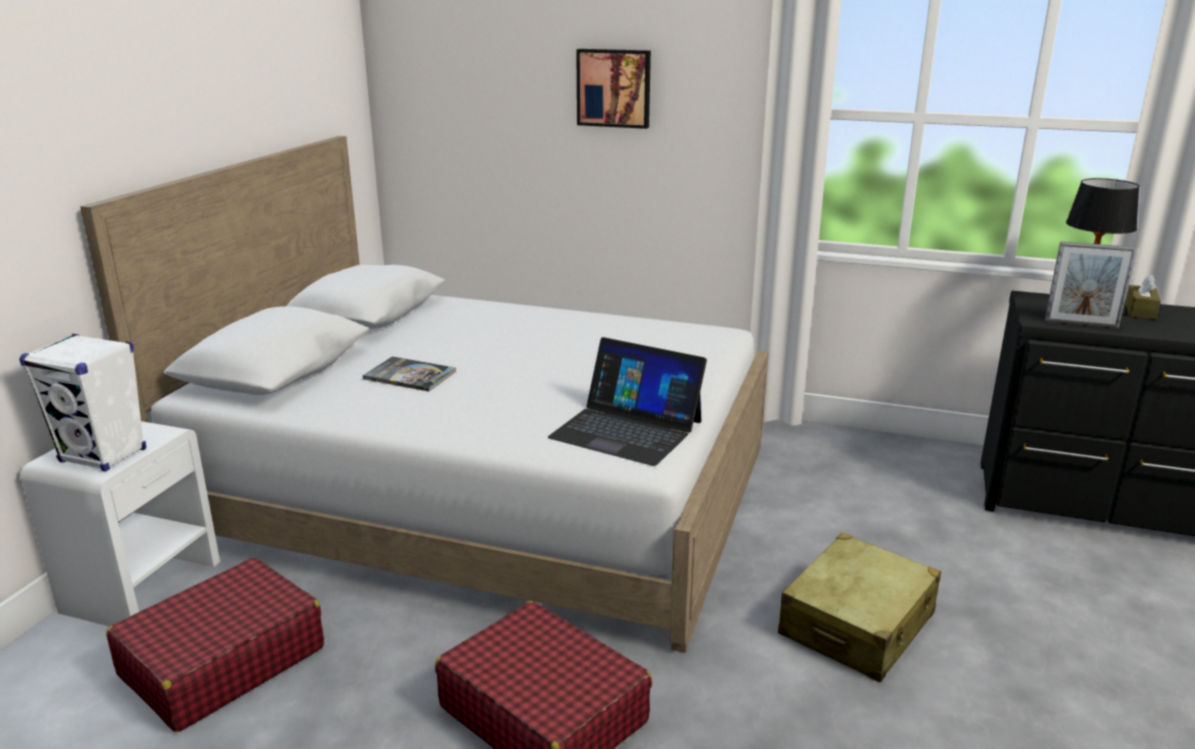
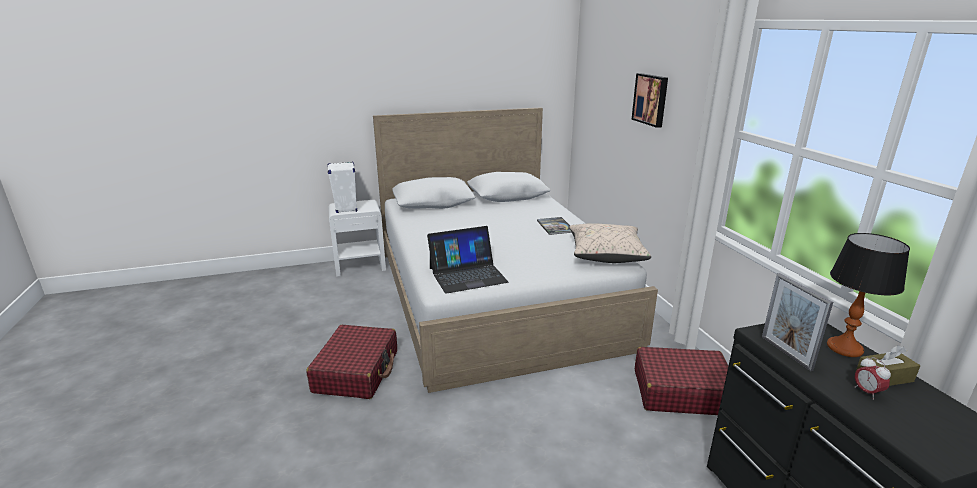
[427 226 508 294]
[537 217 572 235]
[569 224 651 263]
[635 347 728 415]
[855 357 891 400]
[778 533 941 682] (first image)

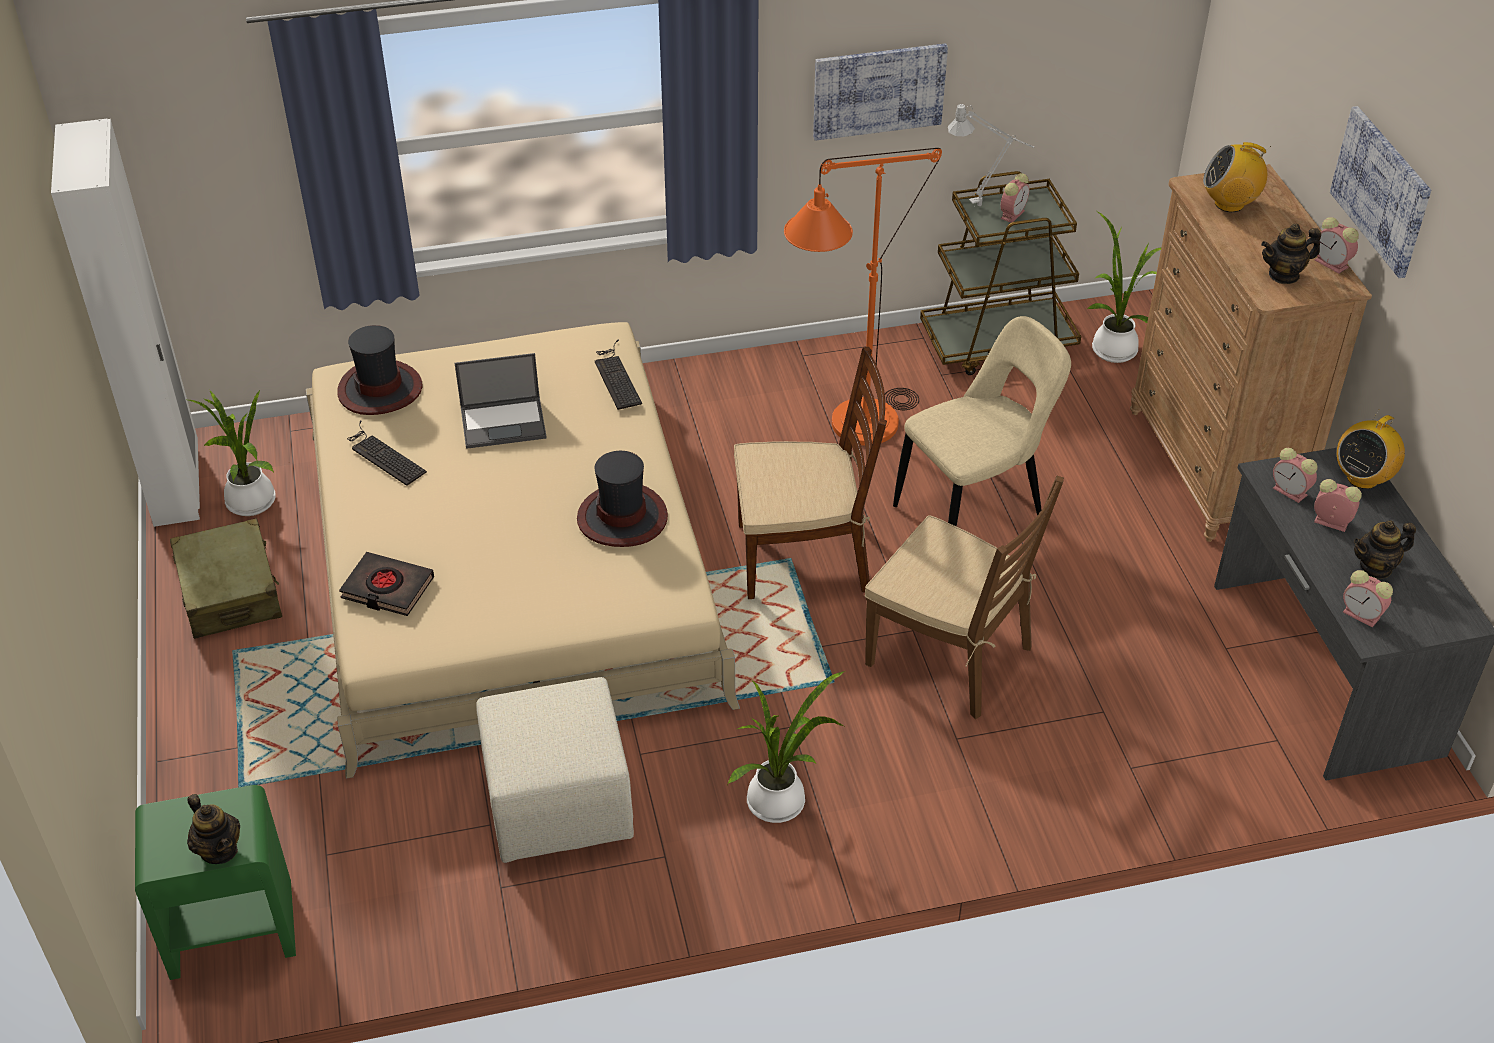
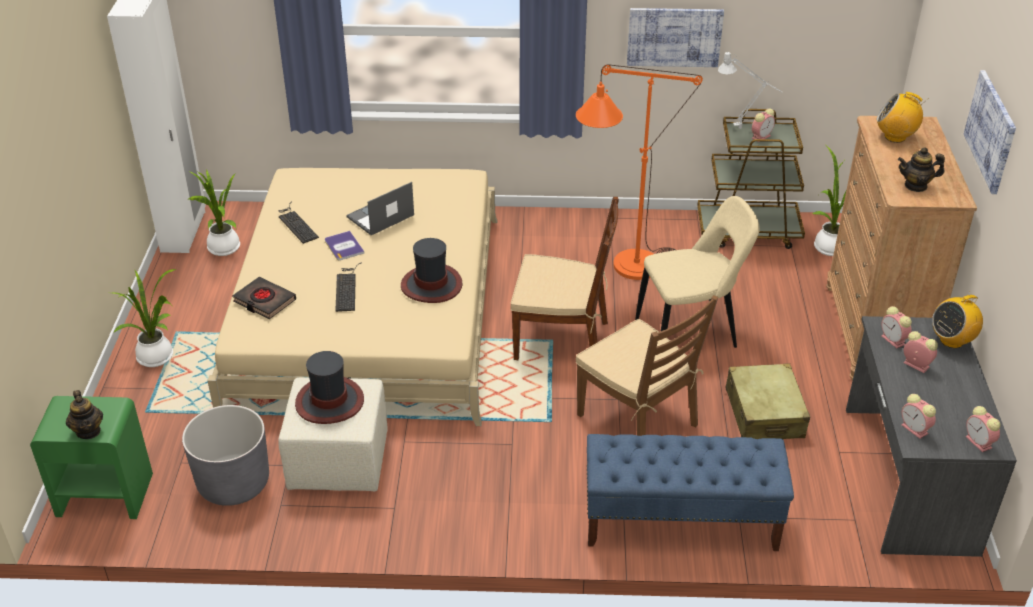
[112 269 176 367]
[182 405 269 506]
[295 351 364 424]
[325 231 364 260]
[335 262 362 312]
[346 182 414 235]
[587 434 794 551]
[725 363 810 439]
[965 406 1001 452]
[1354 520 1416 579] (first image)

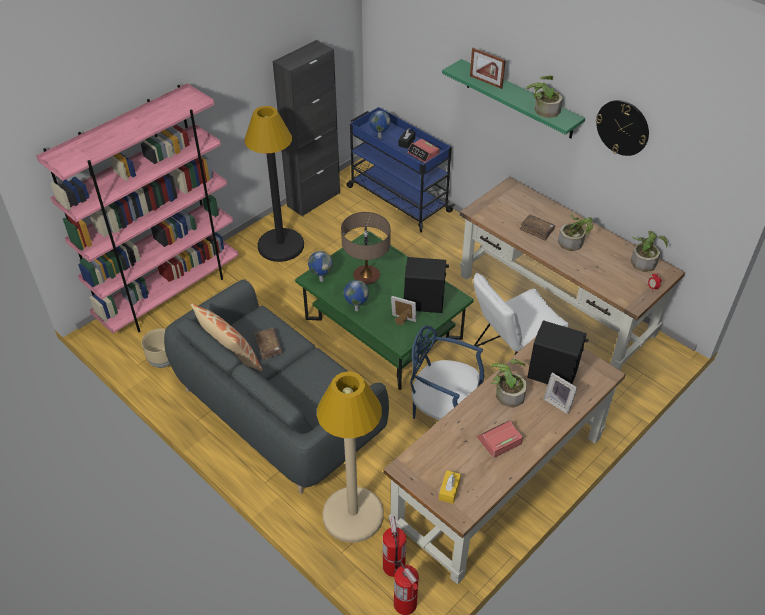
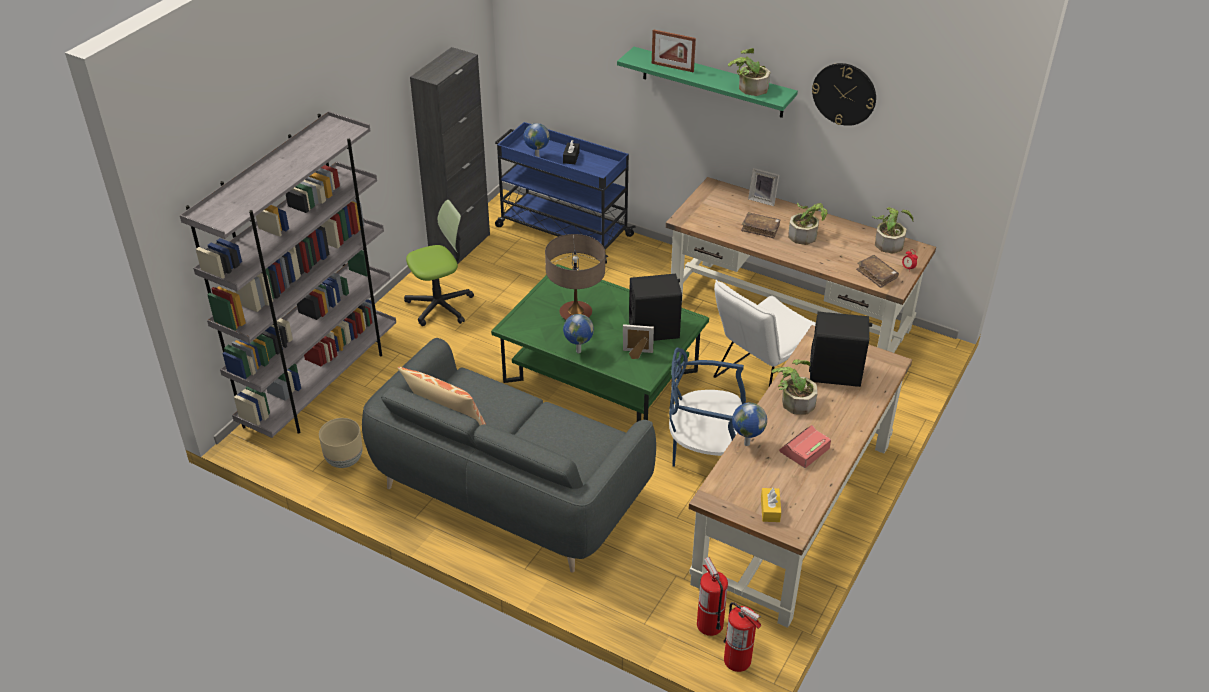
[180 111 396 438]
[404 200 474 326]
[732 403 767 446]
[748 168 779 206]
[856 255 899 288]
[317 372 384 543] (first image)
[407 139 440 163] (first image)

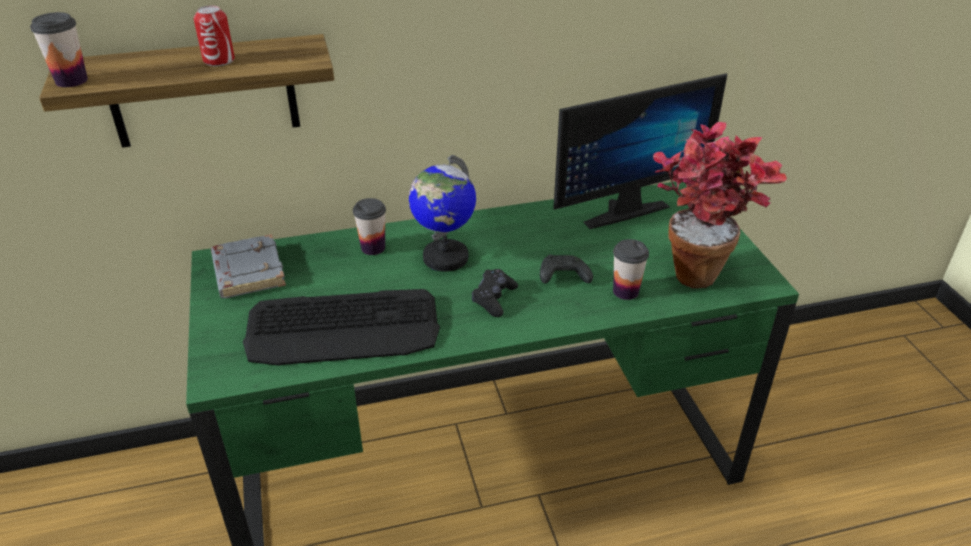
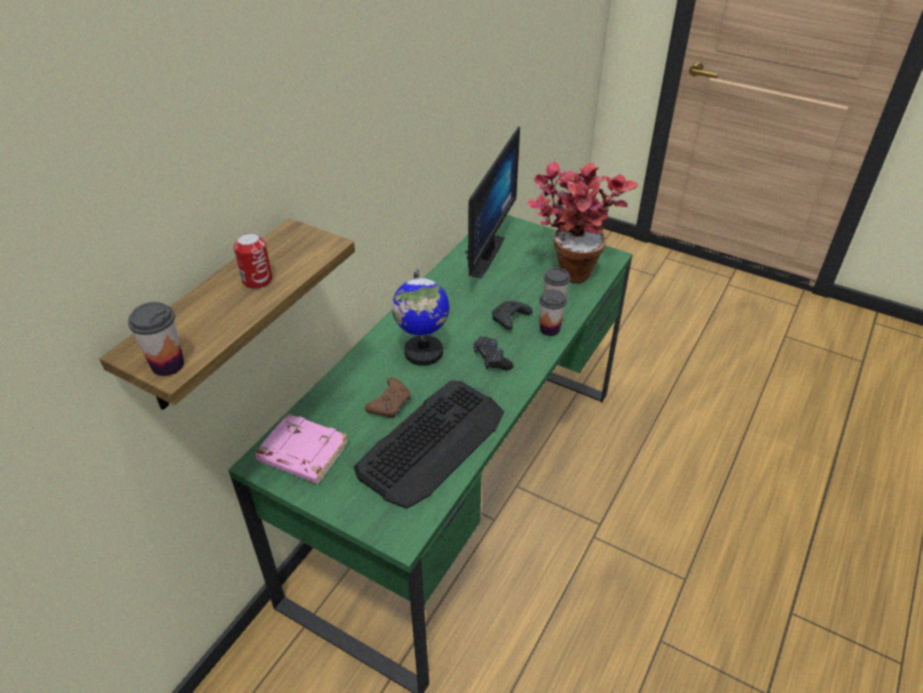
[255 413 349 484]
[365 378 411 418]
[539 289 567 336]

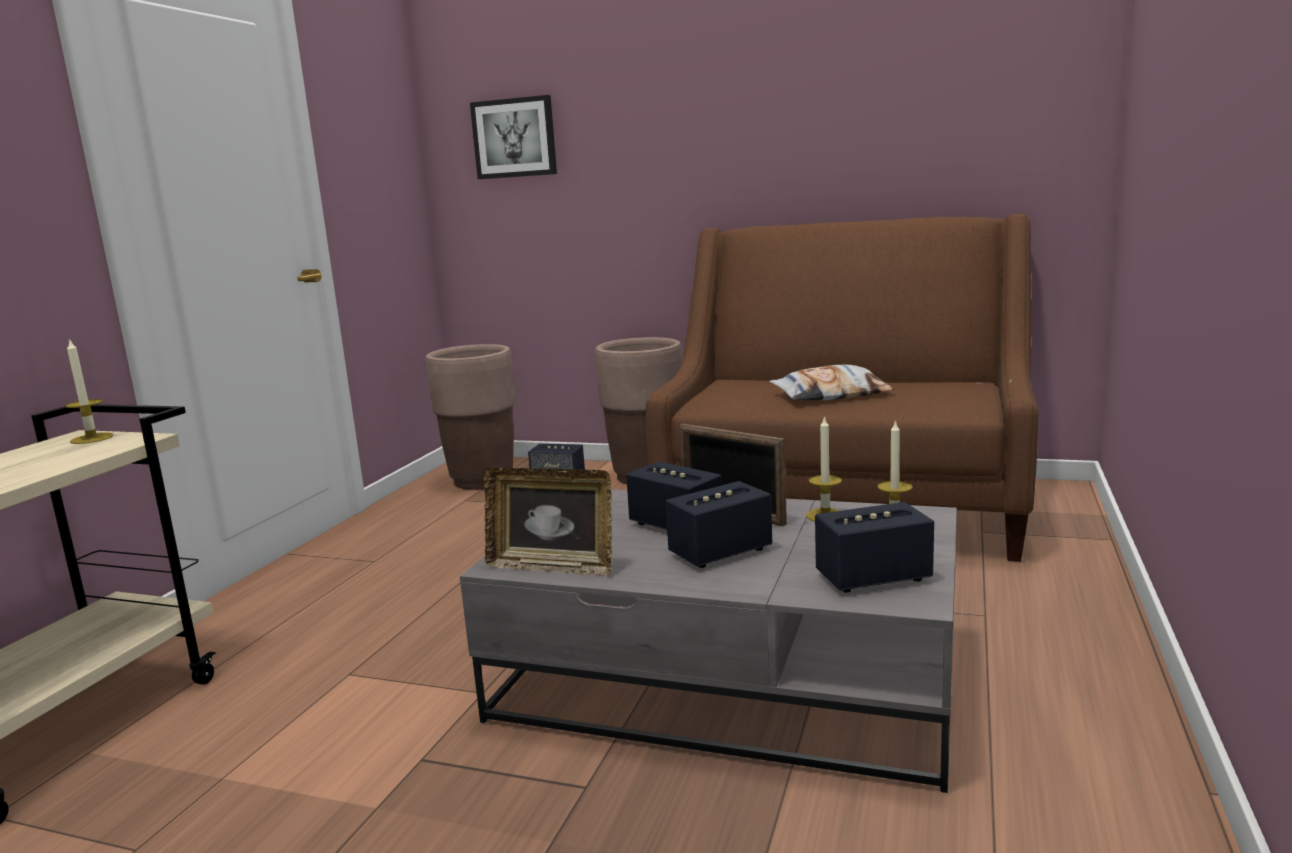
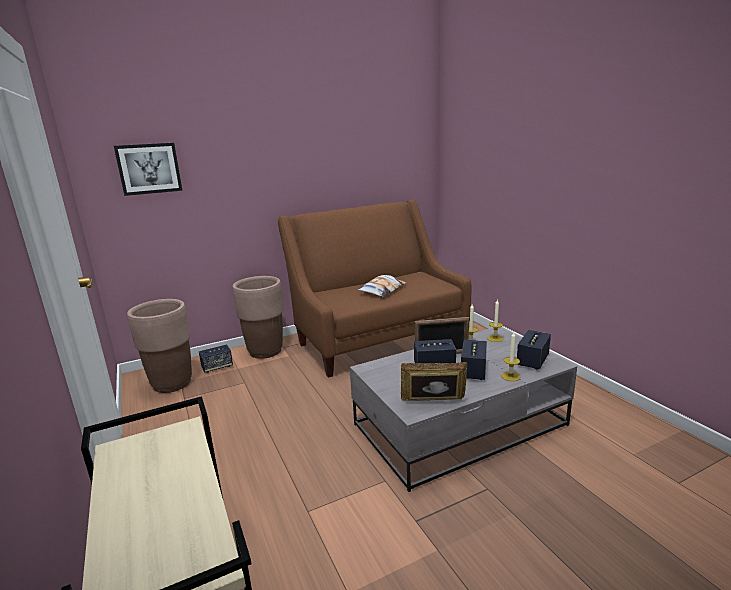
[401 362 467 401]
[501 332 520 381]

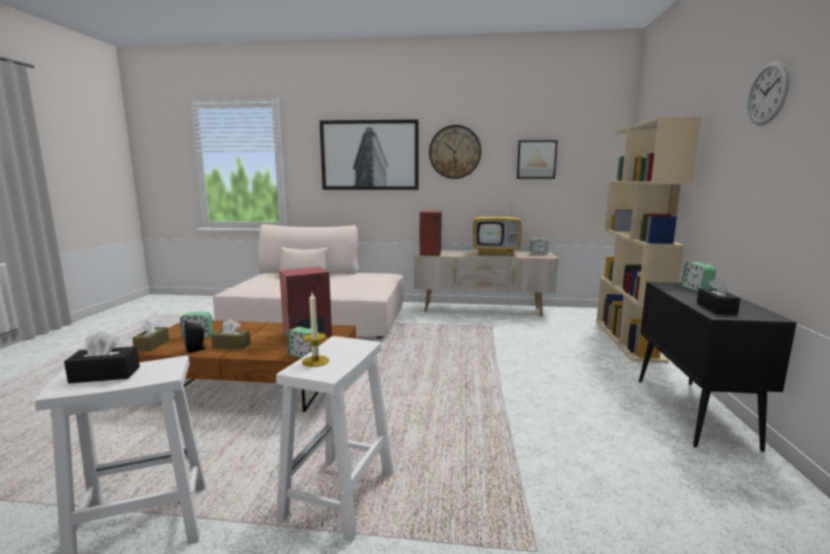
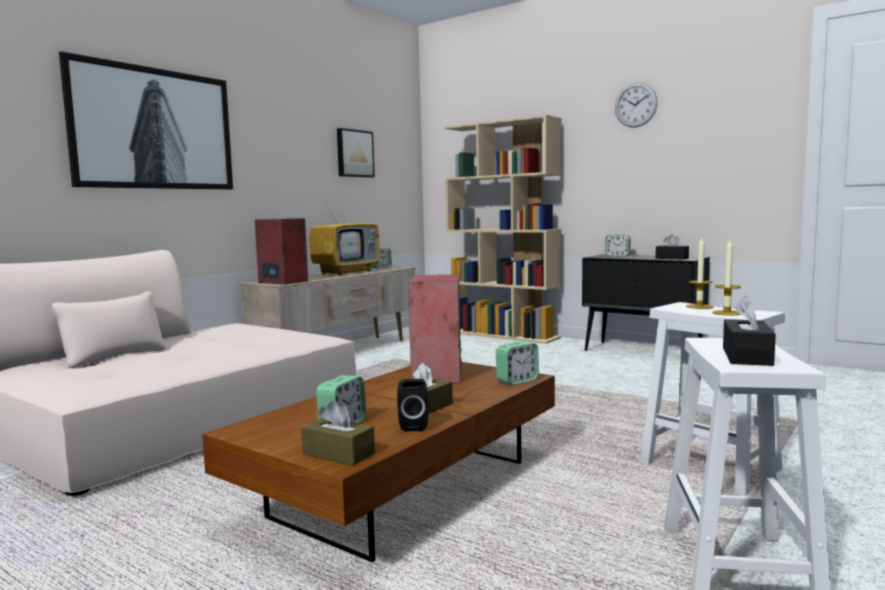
[686 238 714 309]
[429 125 481 179] (first image)

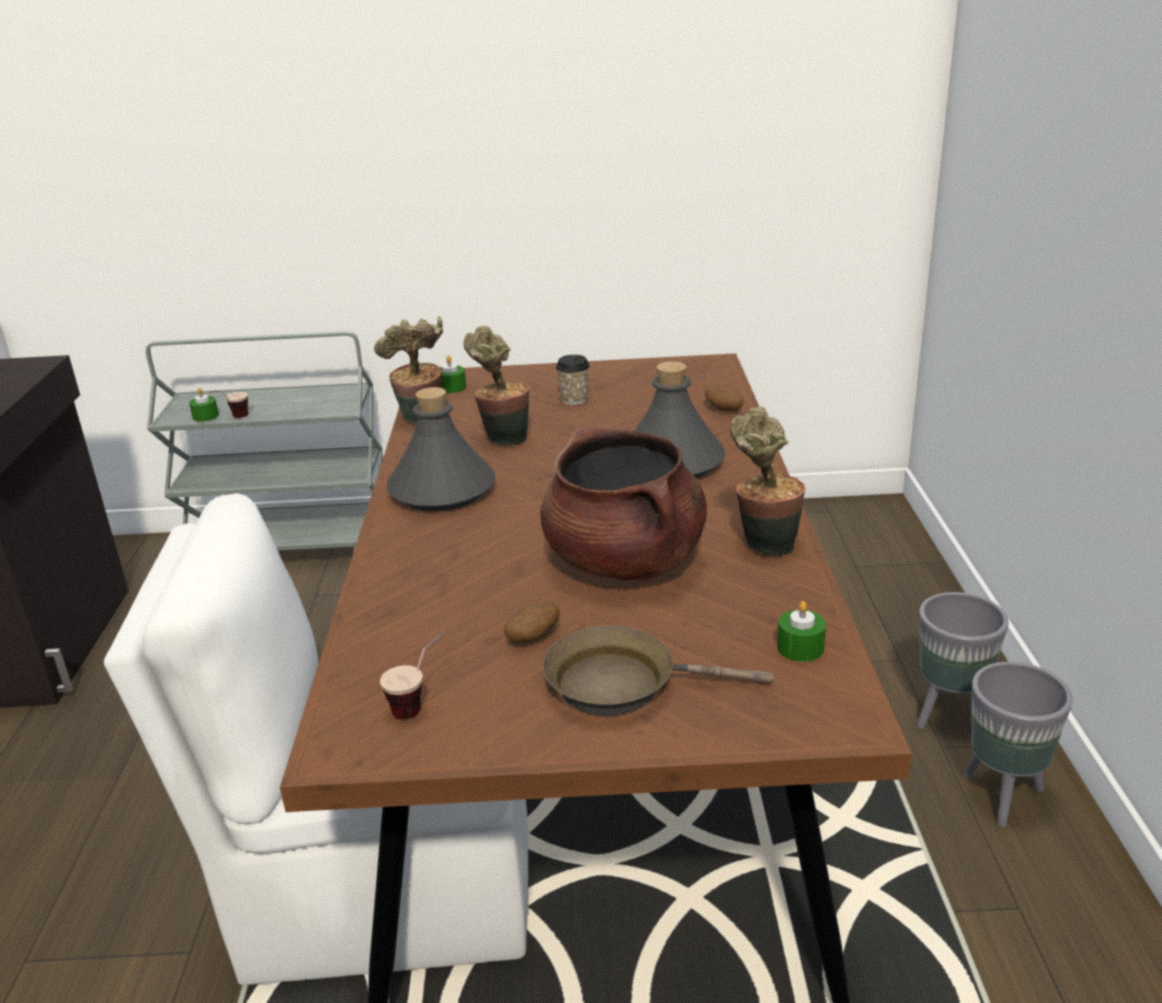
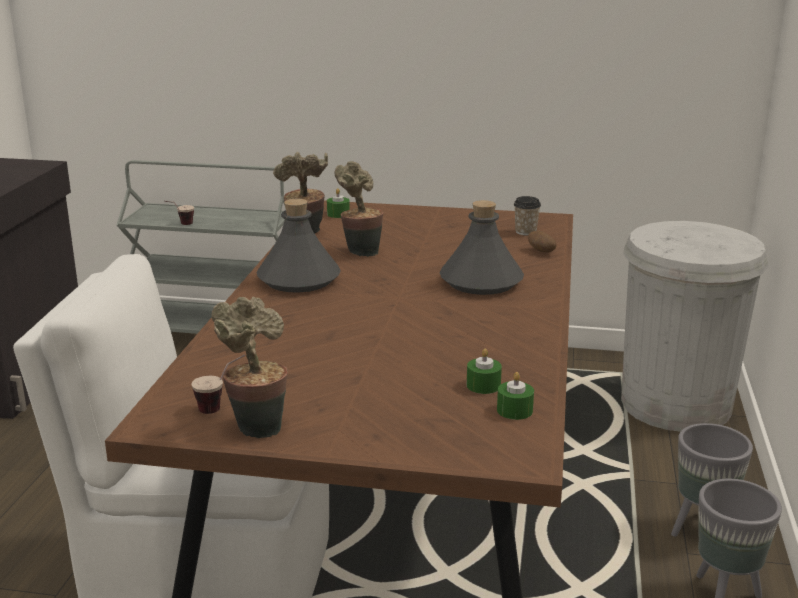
[212 297 288 439]
[467 349 502 394]
[514 196 541 236]
[621 221 768 432]
[504 602 560 643] (first image)
[540 428 707 581] (first image)
[543 626 774 716] (first image)

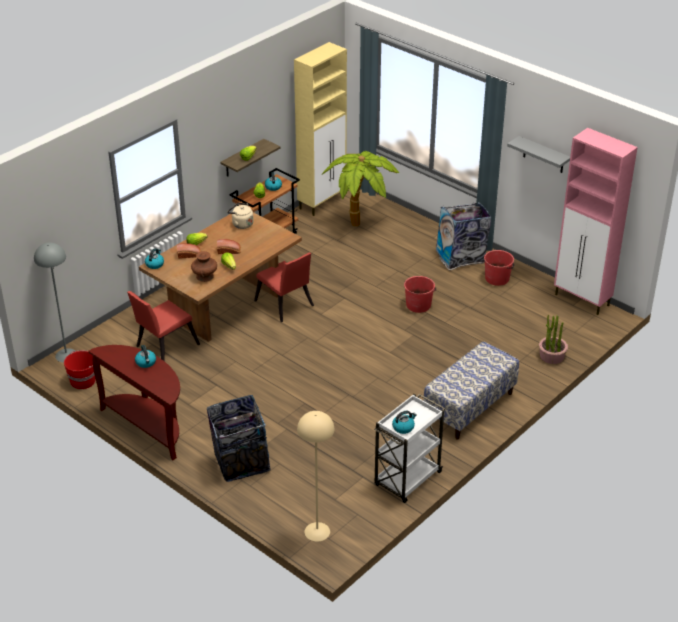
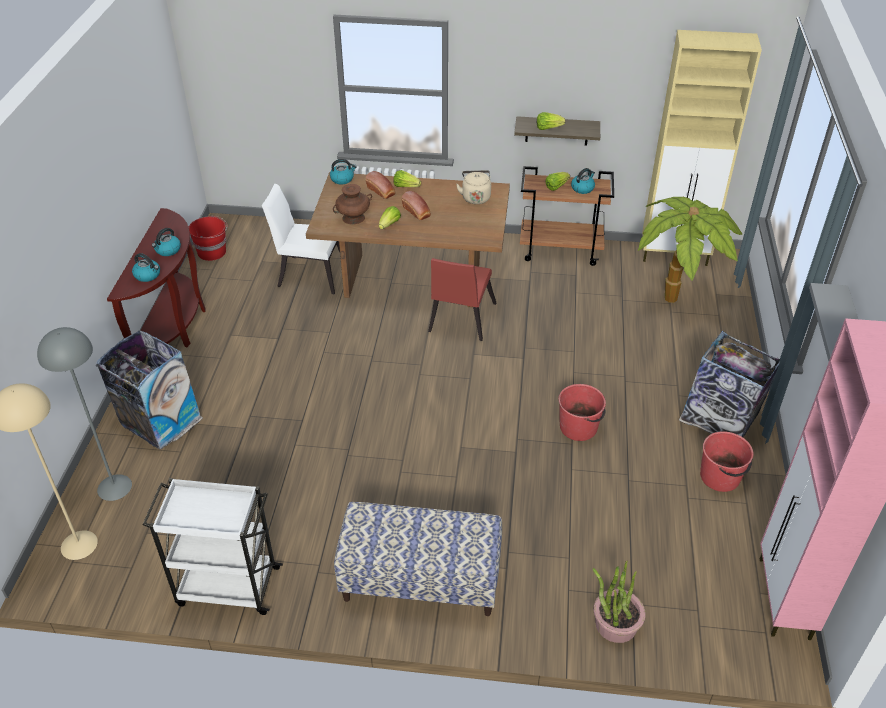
[37 327 132 501]
[132 253 160 282]
[262 184 340 294]

